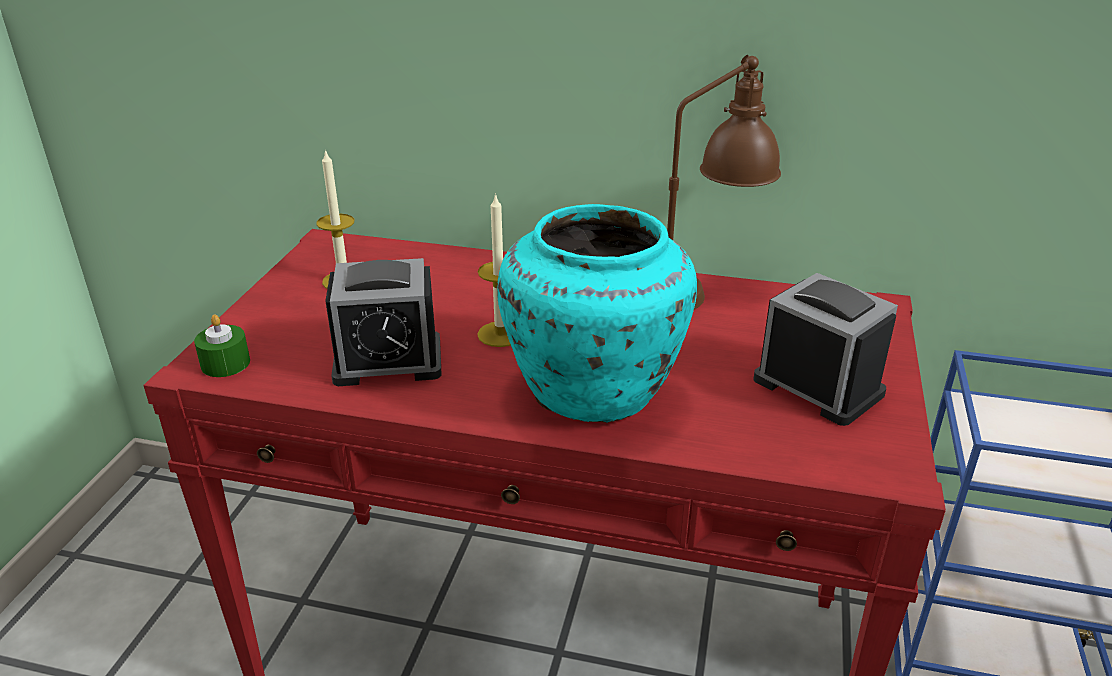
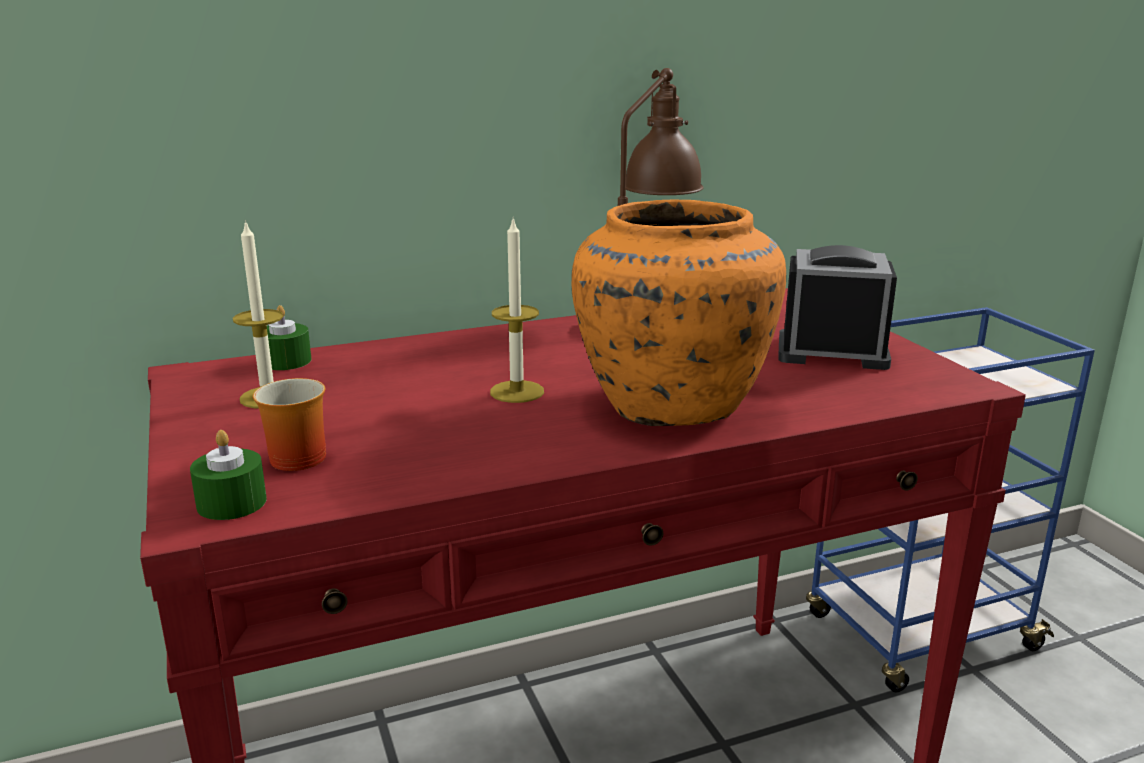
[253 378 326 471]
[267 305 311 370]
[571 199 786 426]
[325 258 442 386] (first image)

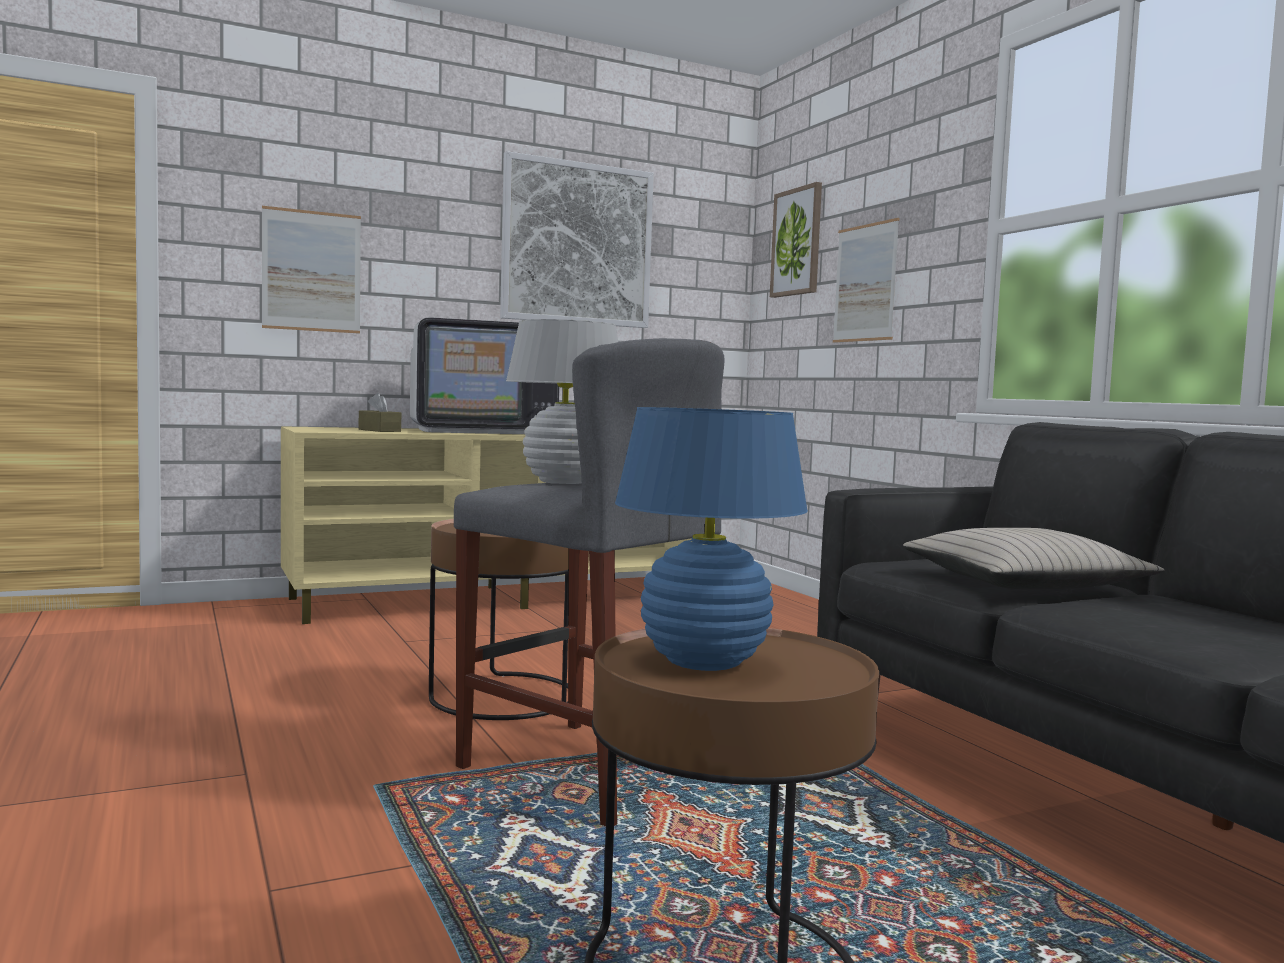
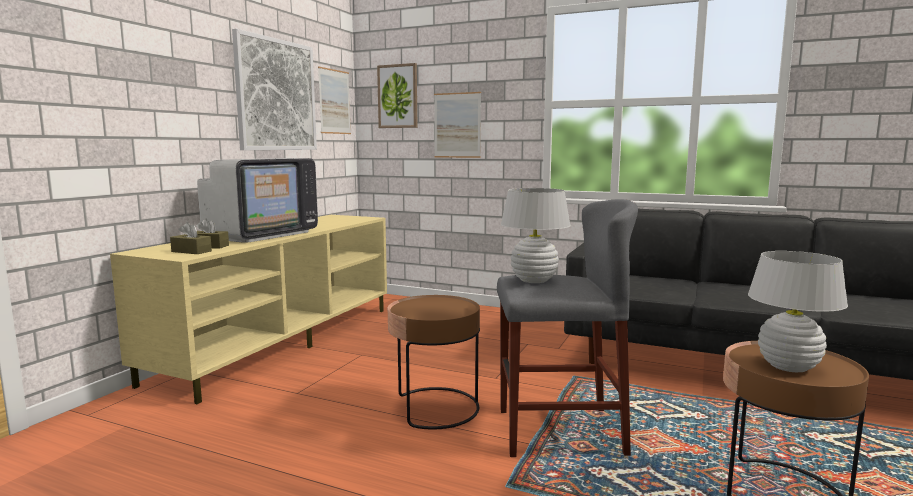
[170 222 212 254]
[318 66 351 134]
[748 251 848 373]
[903 528 1164 589] (first image)

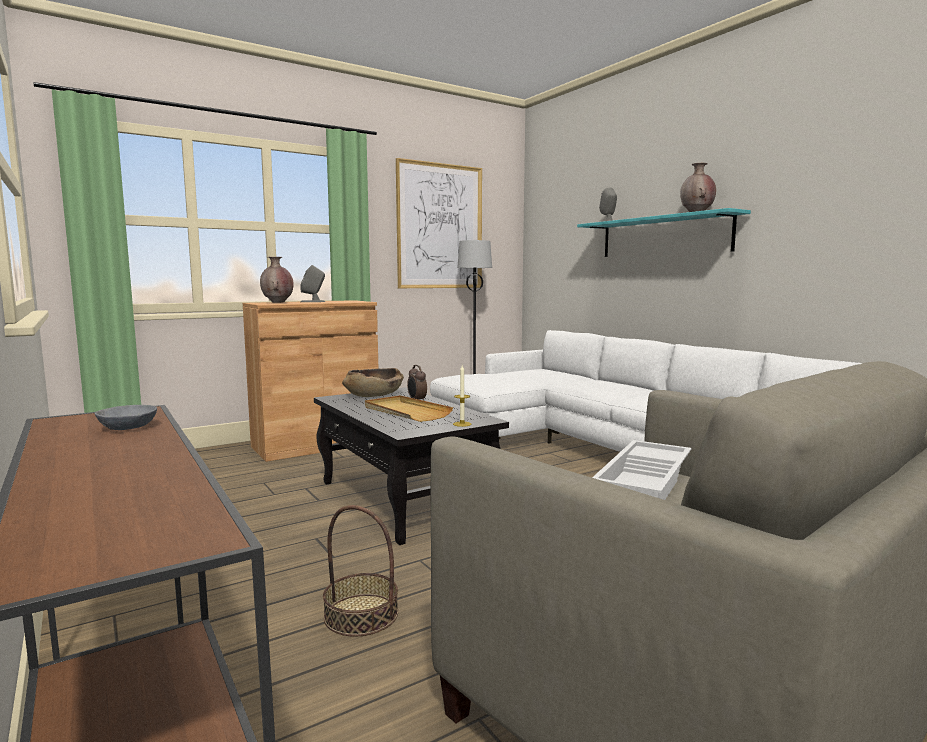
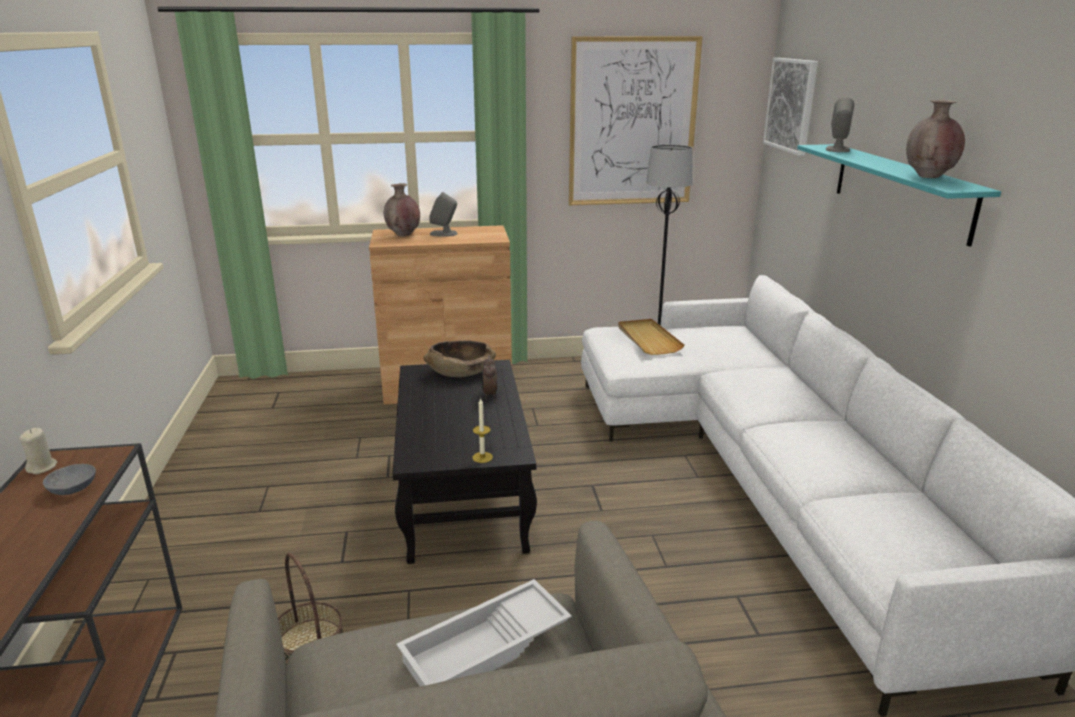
[19 428 57 474]
[618 319 684 355]
[763 58 818 156]

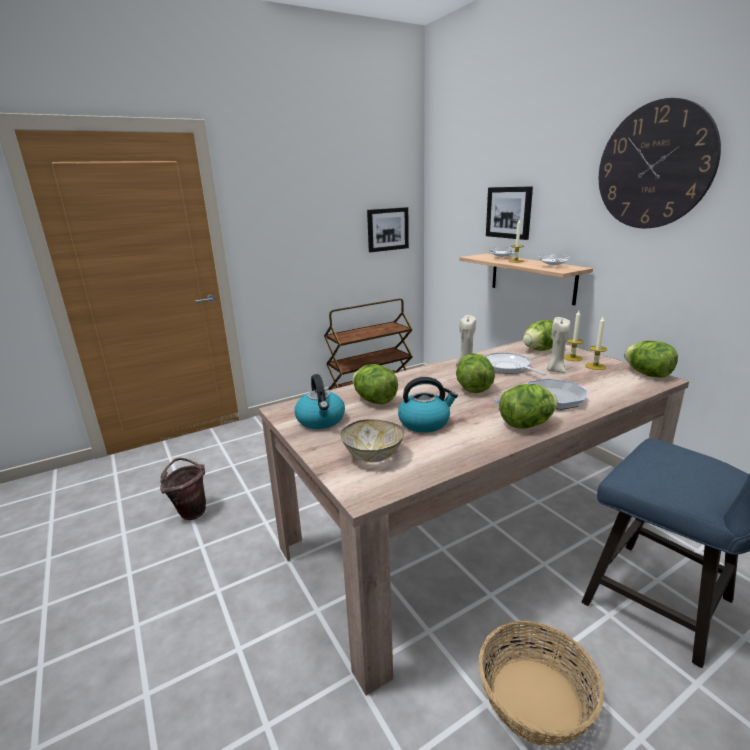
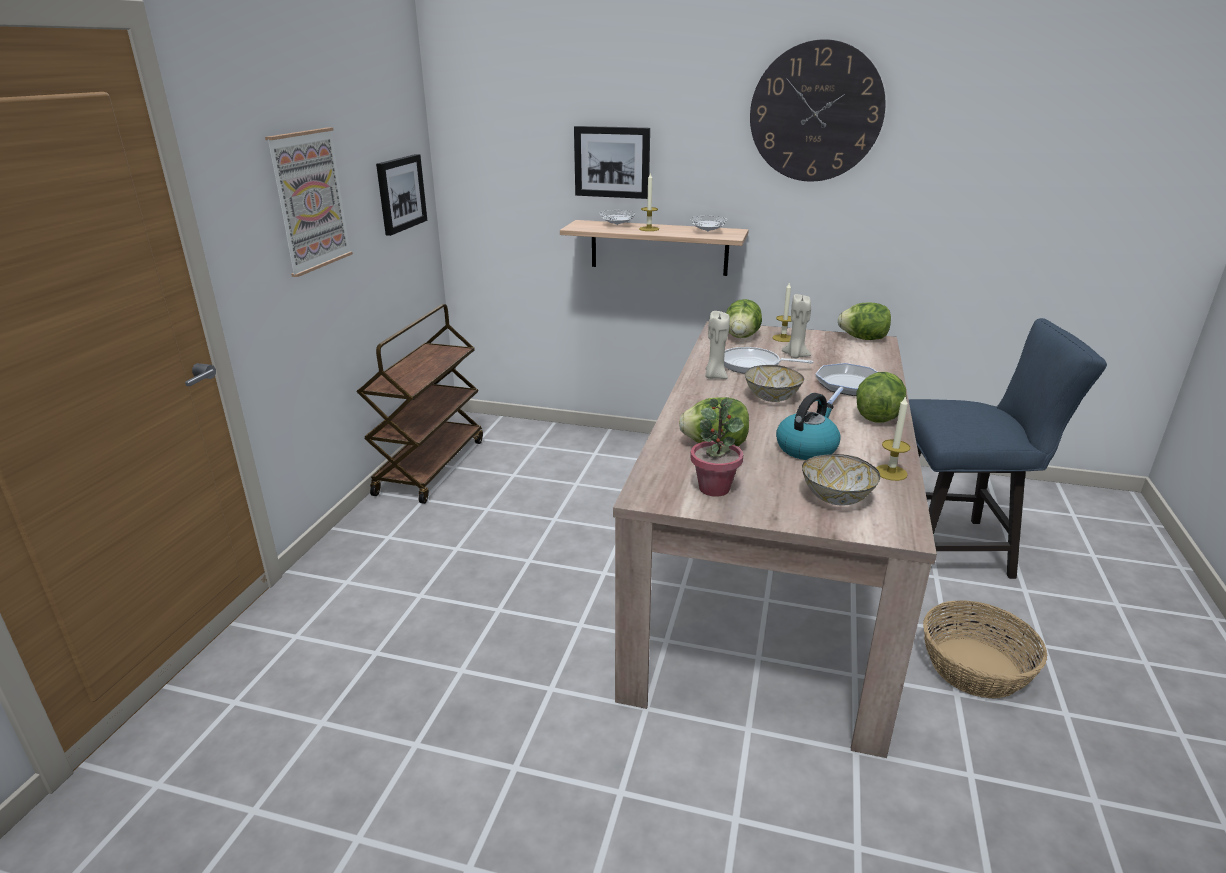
[265 127 353 277]
[690 399 744 497]
[745 365 804 402]
[876 395 910 481]
[160 458 206 520] (first image)

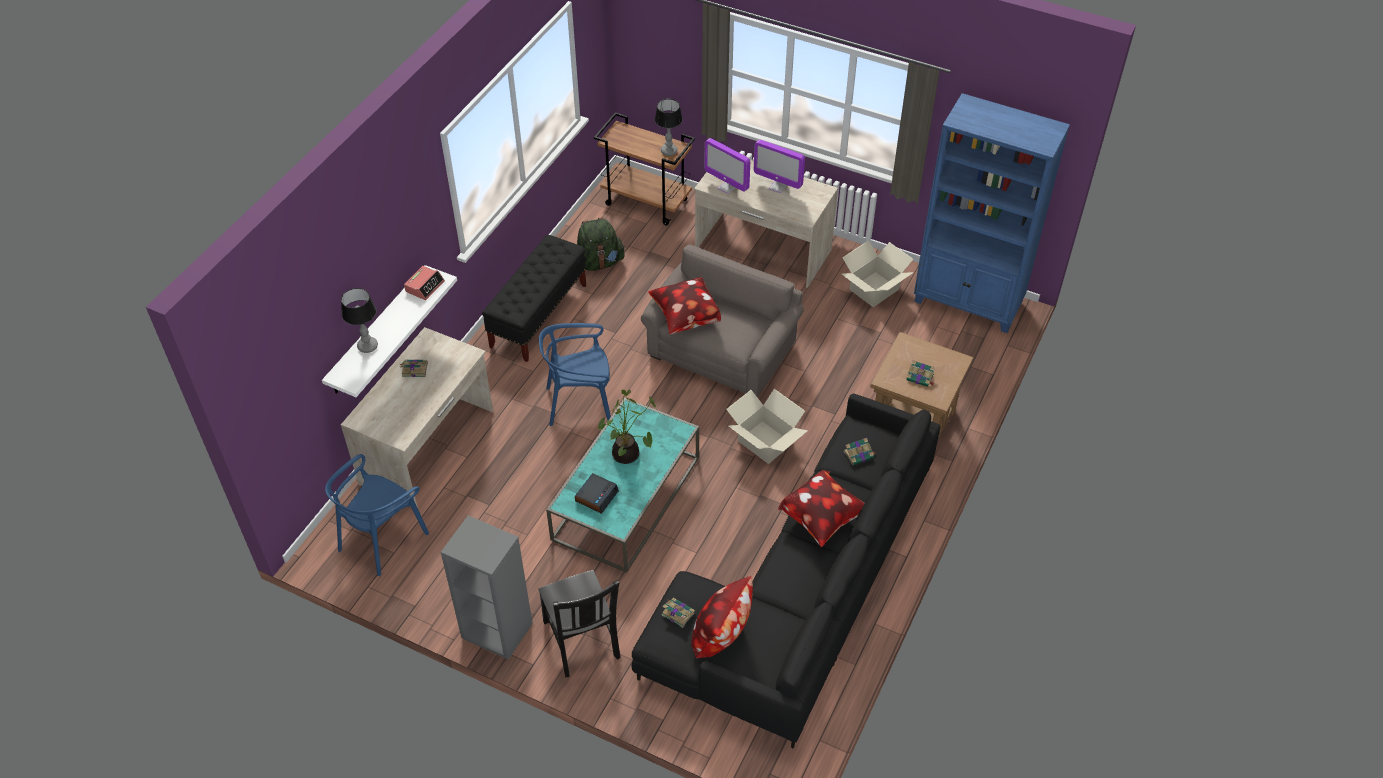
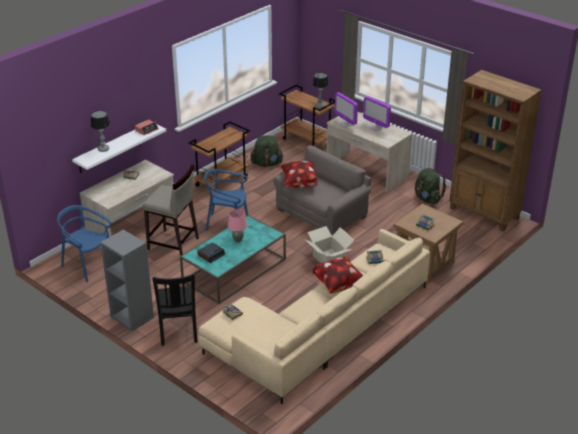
[57 205 112 282]
[143 165 199 256]
[189 121 250 187]
[199 229 430 404]
[228 209 247 242]
[415 168 446 204]
[449 70 542 231]
[691 576 753 658] (first image)

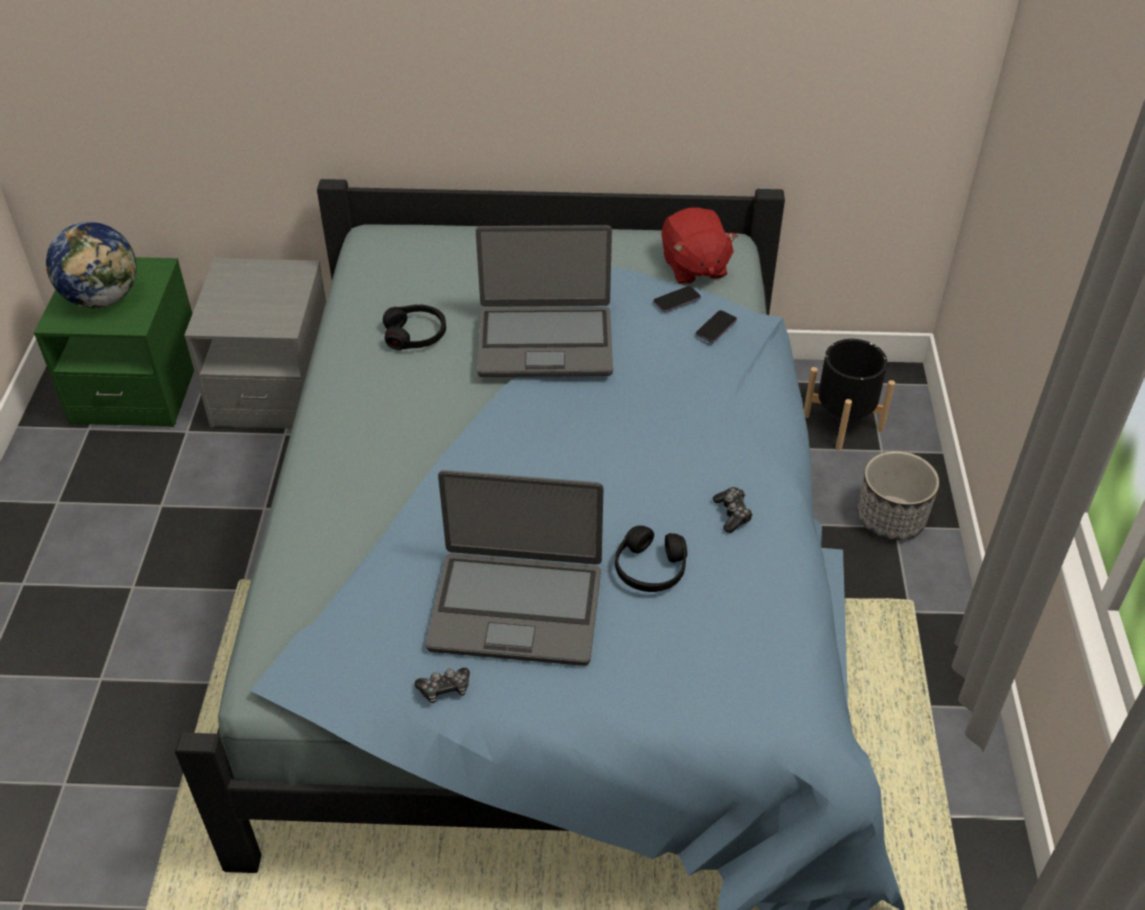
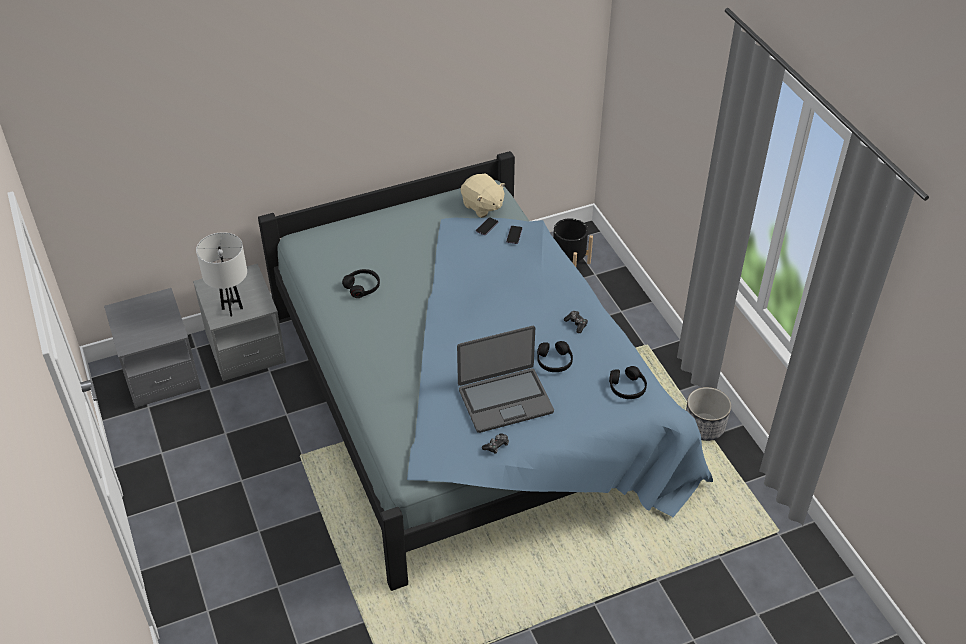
[104 288 201 408]
[196 232 247 316]
[461 173 505 218]
[609 366 647 399]
[686 387 731 441]
[46 222 137 308] (first image)
[476 225 613 377] (first image)

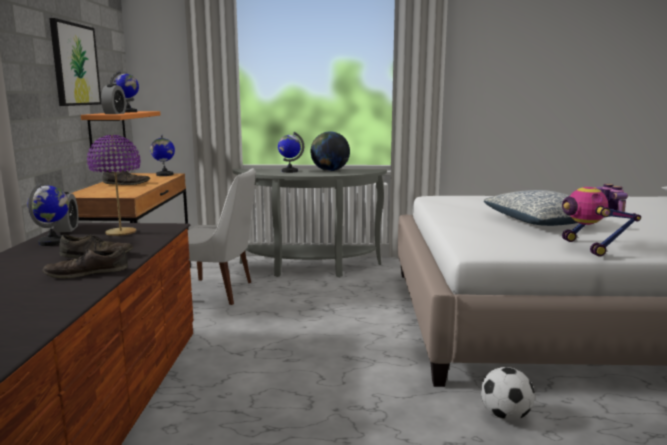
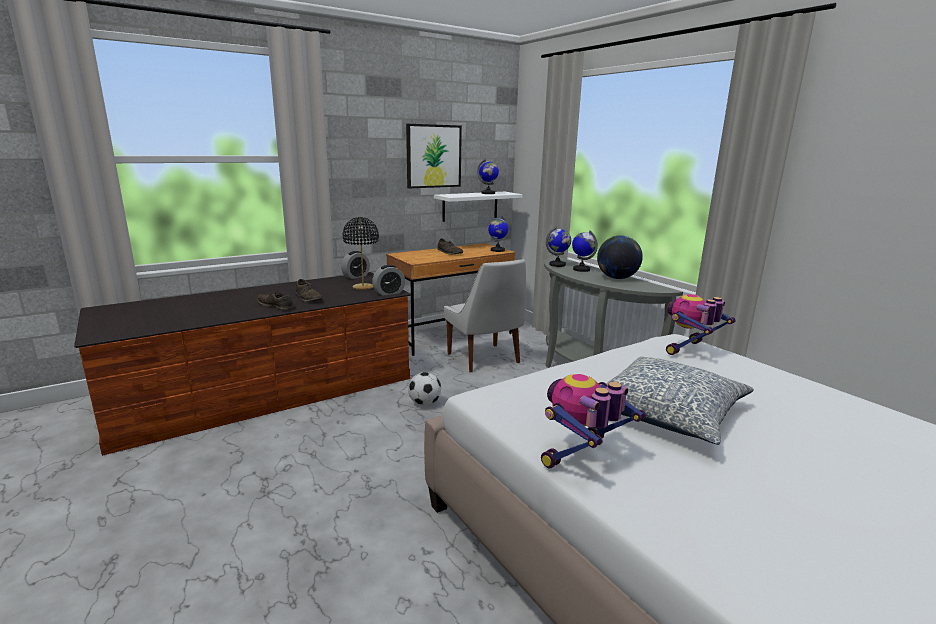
[343 217 379 290]
[372 265 405 296]
[408 372 441 405]
[434 192 523 222]
[546 226 571 267]
[666 294 736 355]

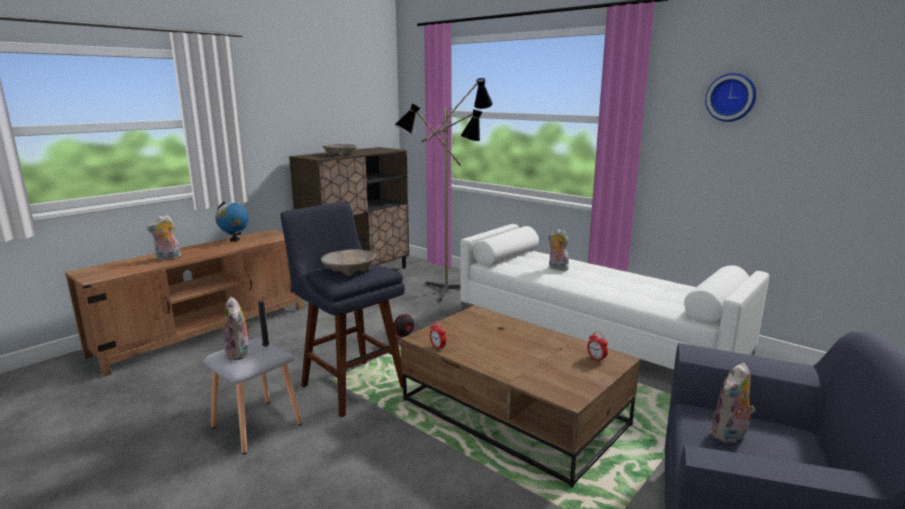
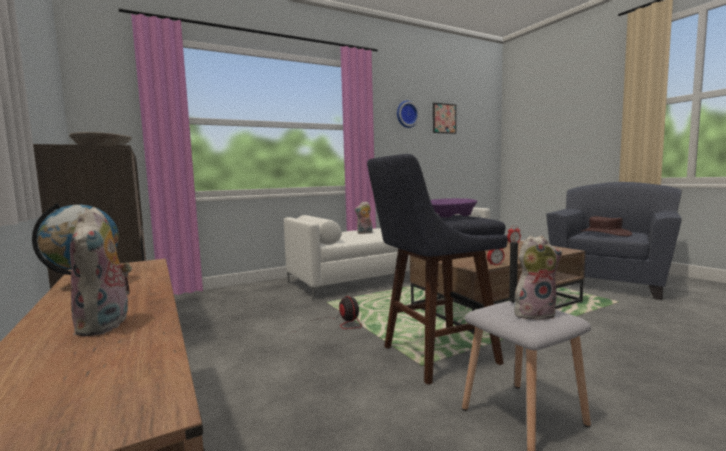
[431 198 477 217]
[433 103 456 134]
[581 216 632 236]
[394 78 493 301] (first image)

